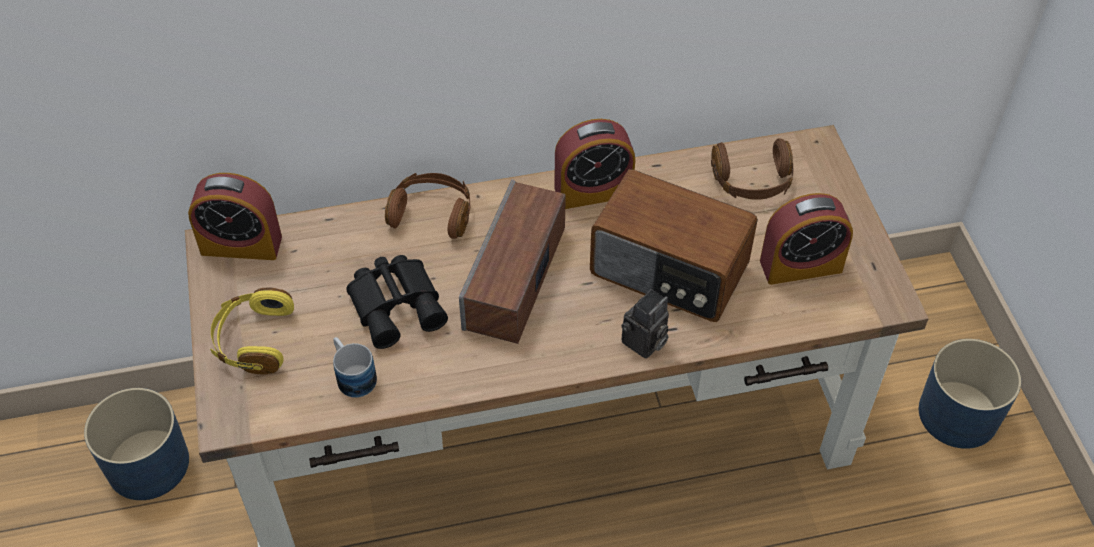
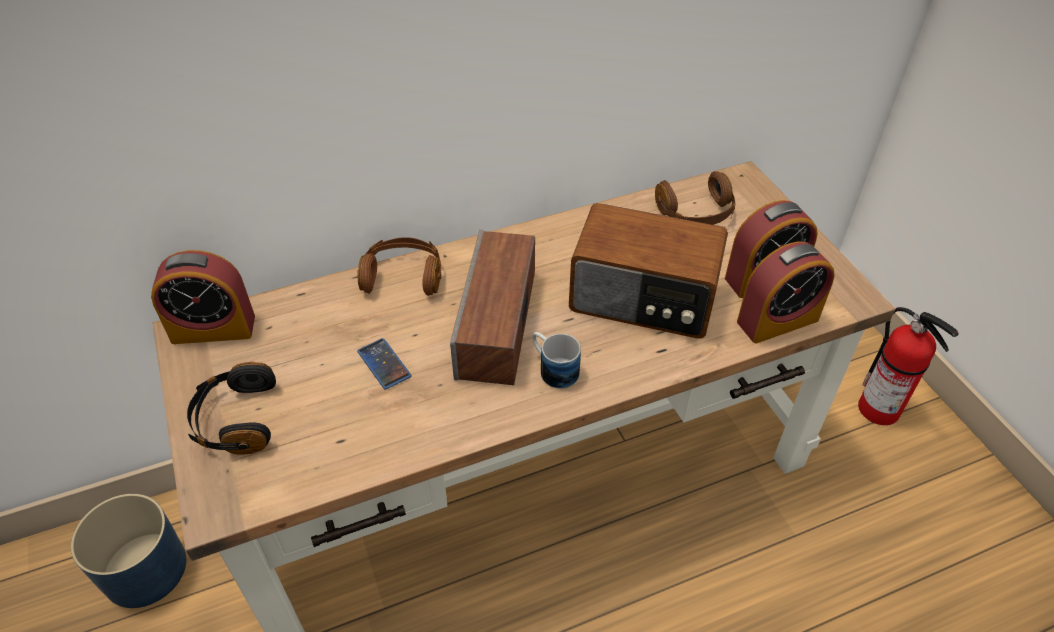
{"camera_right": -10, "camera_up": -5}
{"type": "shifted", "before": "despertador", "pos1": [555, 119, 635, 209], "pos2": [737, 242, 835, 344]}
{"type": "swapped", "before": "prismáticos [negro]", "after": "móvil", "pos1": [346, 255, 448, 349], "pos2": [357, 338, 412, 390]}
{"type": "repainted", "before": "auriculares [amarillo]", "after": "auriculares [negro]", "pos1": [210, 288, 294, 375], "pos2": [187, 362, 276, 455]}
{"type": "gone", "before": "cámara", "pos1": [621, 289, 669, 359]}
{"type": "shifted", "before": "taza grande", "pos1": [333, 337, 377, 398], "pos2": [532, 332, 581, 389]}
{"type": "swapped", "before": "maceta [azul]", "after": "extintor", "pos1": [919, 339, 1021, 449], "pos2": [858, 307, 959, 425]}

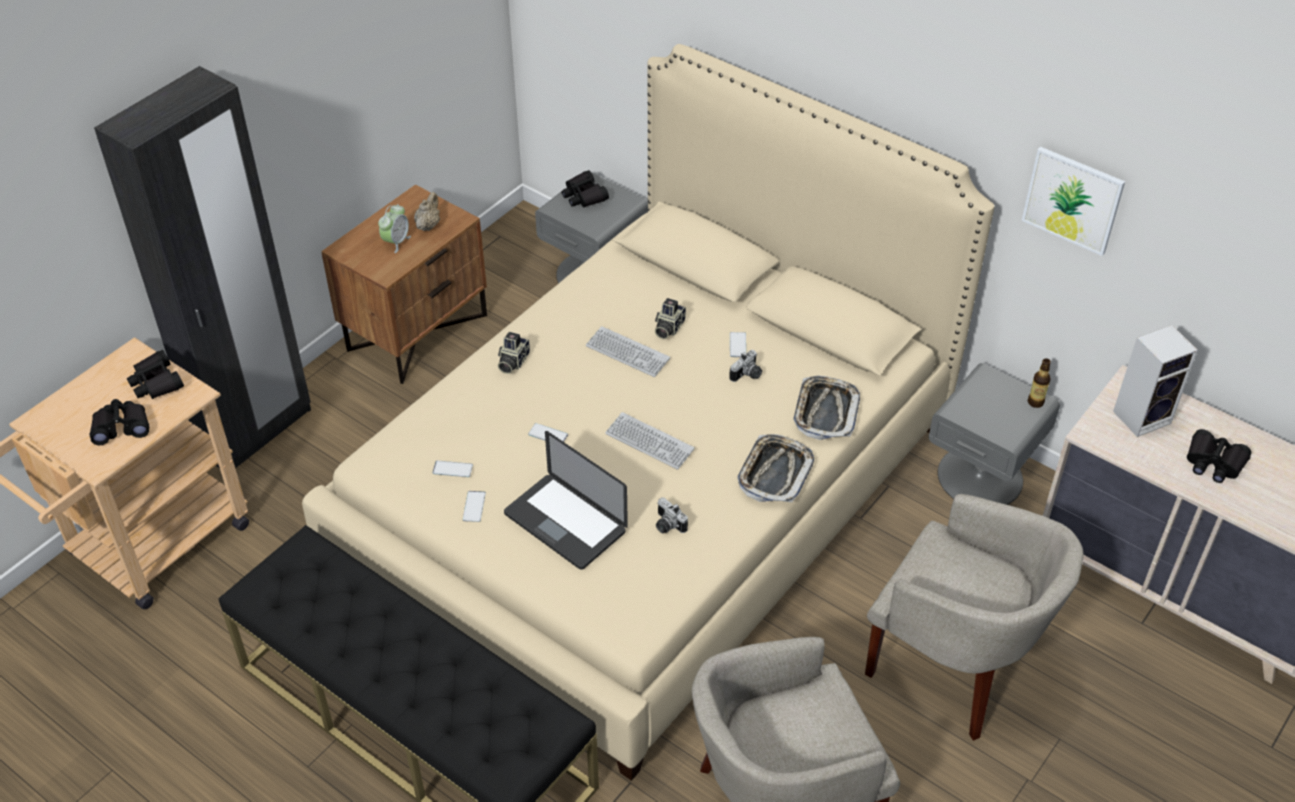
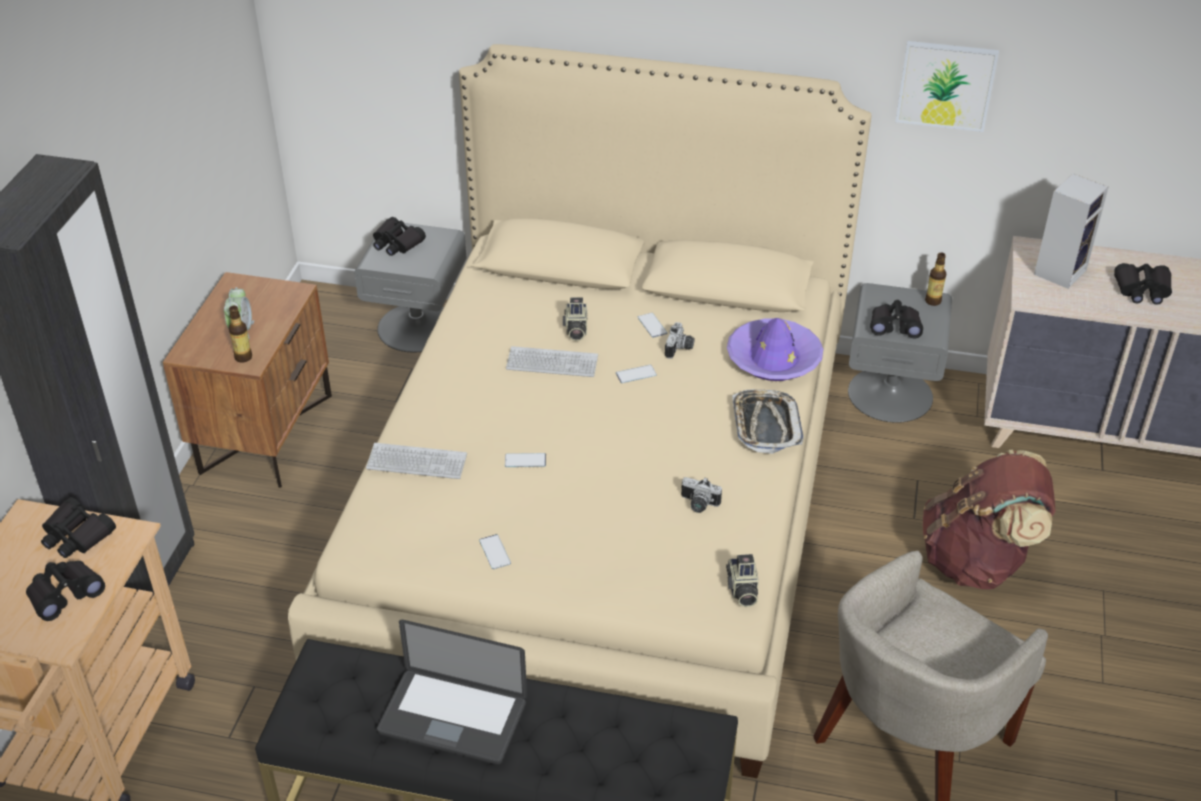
{"camera_right": -25, "camera_up": -5}
{"type": "gone", "before": "tetera [beis]", "pos1": [414, 192, 440, 231]}
{"type": "shifted", "before": "cámara", "pos1": [498, 332, 530, 374], "pos2": [726, 554, 759, 607]}
{"type": "swapped", "before": "bandeja", "after": "sombrero [morado]", "pos1": [793, 376, 860, 440], "pos2": [727, 318, 823, 381]}
{"type": "shifted", "before": "teclado", "pos1": [605, 412, 695, 470], "pos2": [366, 443, 467, 479]}
{"type": "shifted", "before": "portátil", "pos1": [504, 431, 628, 570], "pos2": [377, 620, 527, 764]}
{"type": "shifted", "before": "móvil", "pos1": [432, 460, 473, 477], "pos2": [616, 365, 657, 383]}
{"type": "swapped", "before": "sillón [beis]", "after": "mochila [marrón]", "pos1": [865, 494, 1084, 741], "pos2": [922, 450, 1056, 589]}
{"type": "new", "after": "prismáticos [negro]", "pos2": [870, 300, 923, 338]}
{"type": "new", "after": "botella", "pos2": [229, 306, 252, 363]}

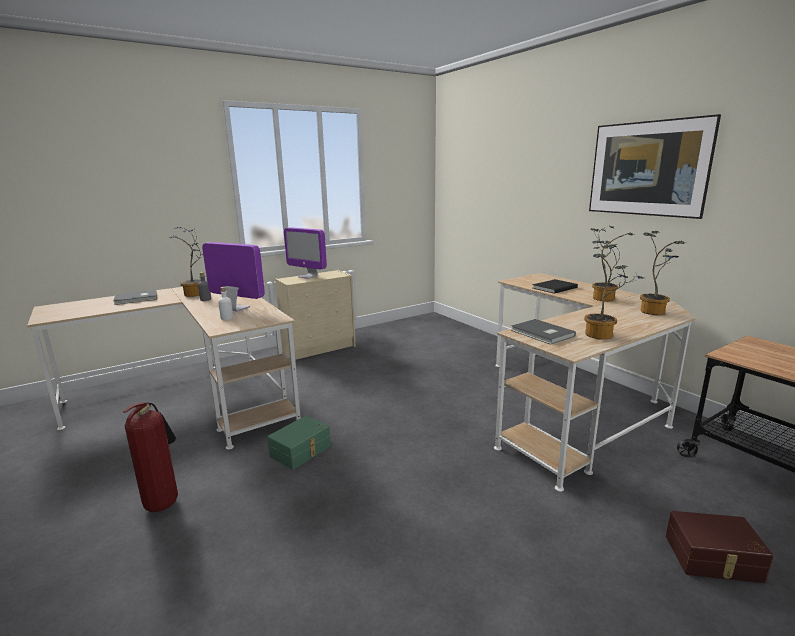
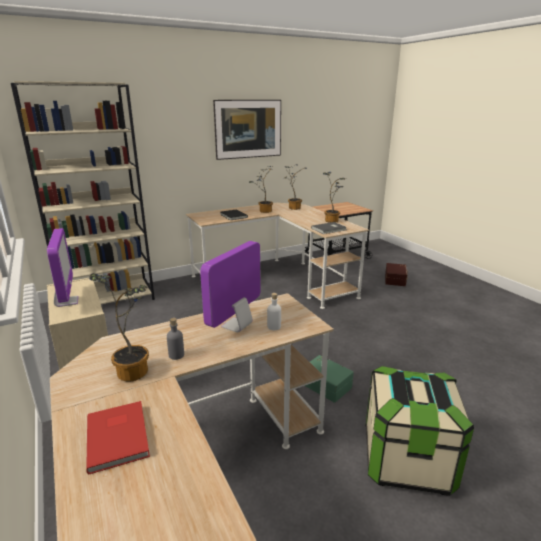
{"camera_right": -85, "camera_up": 5}
{"type": "rotated", "before": "monitor", "pos1": [284, 227, 327, 279], "pos2": [47, 228, 79, 307], "turn": -60}
{"type": "repainted", "before": "libro [gris]", "after": "libro [rojo]", "pos1": [113, 290, 157, 305], "pos2": [86, 401, 150, 475]}
{"type": "swapped", "before": "extintor", "after": "caja de almacenaje", "pos1": [123, 402, 178, 512], "pos2": [366, 366, 474, 496]}
{"type": "new", "after": "estantería [beis]", "pos2": [11, 81, 155, 304]}

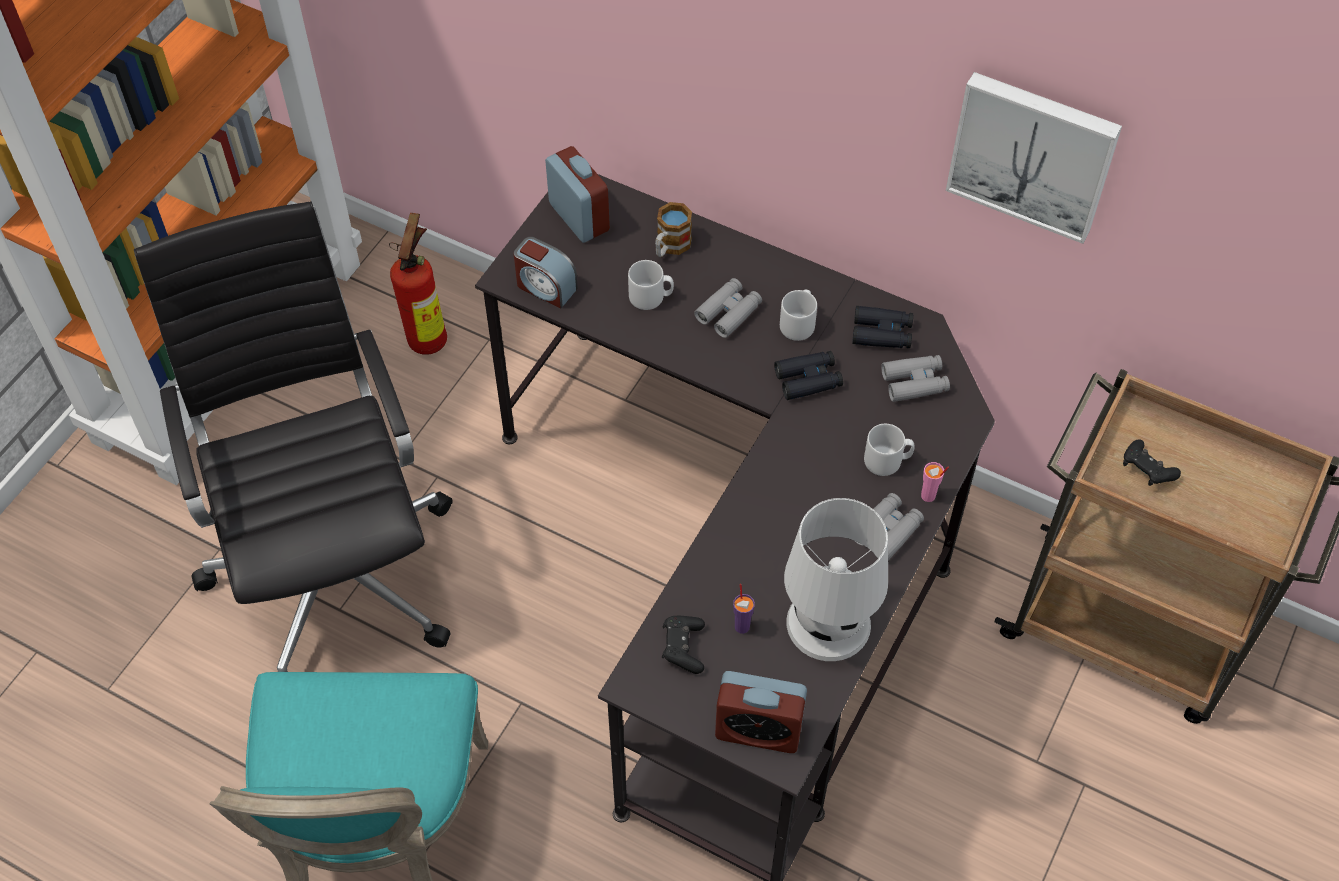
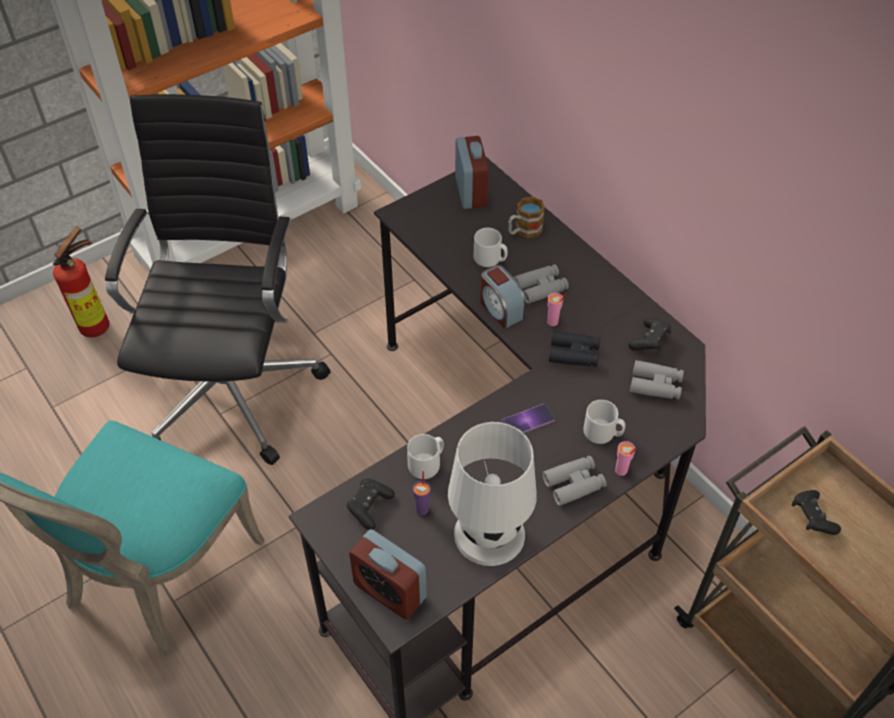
{"camera_right": 25, "camera_up": -5}
{"type": "gone", "before": "cuadro", "pos1": [946, 72, 1122, 244]}
{"type": "shifted", "before": "extintor", "pos1": [389, 213, 447, 355], "pos2": [53, 226, 109, 337]}
{"type": "shifted", "before": "despertador", "pos1": [514, 237, 578, 309], "pos2": [480, 265, 526, 329]}
{"type": "shifted", "before": "taza grande [gris]", "pos1": [780, 290, 817, 341], "pos2": [407, 434, 444, 479]}
{"type": "swapped", "before": "prismáticos [negro]", "after": "mando de consola [negro]", "pos1": [852, 306, 913, 348], "pos2": [628, 318, 671, 350]}
{"type": "new", "after": "taza [rosa]", "pos2": [547, 293, 566, 326]}
{"type": "new", "after": "móvil", "pos2": [501, 404, 555, 433]}

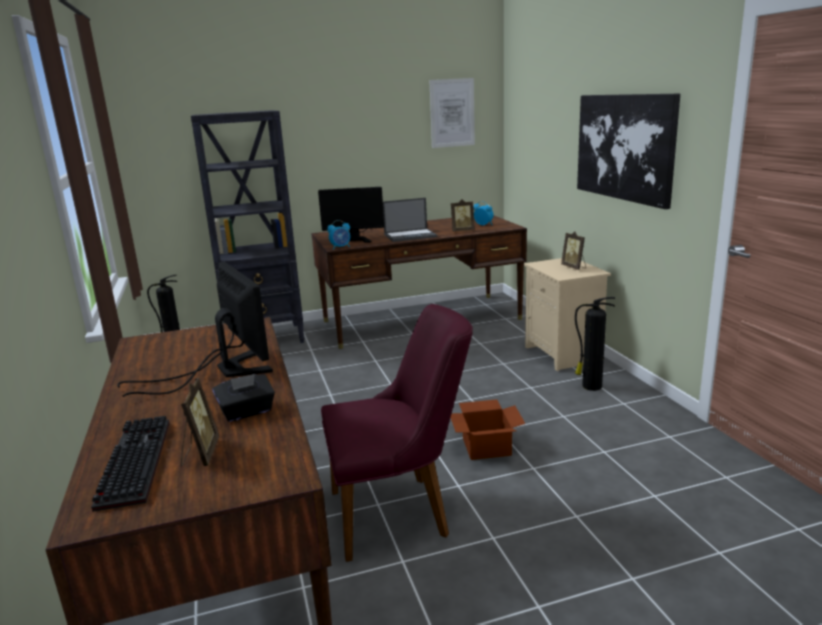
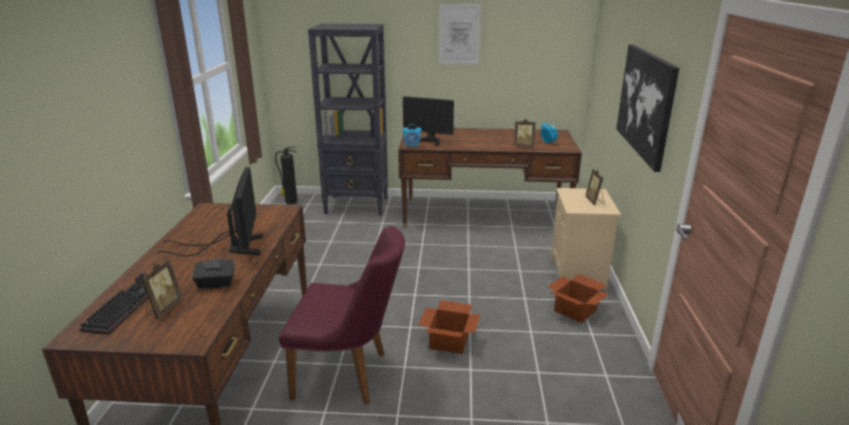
{"camera_right": 20, "camera_up": 5}
{"type": "shifted", "before": "cuadro", "pos1": [429, 78, 475, 148], "pos2": [438, 4, 481, 65]}
{"type": "gone", "before": "portátil", "pos1": [383, 198, 437, 242]}
{"type": "swapped", "before": "extintor", "after": "caja de cartón", "pos1": [575, 297, 615, 391], "pos2": [548, 274, 609, 323]}

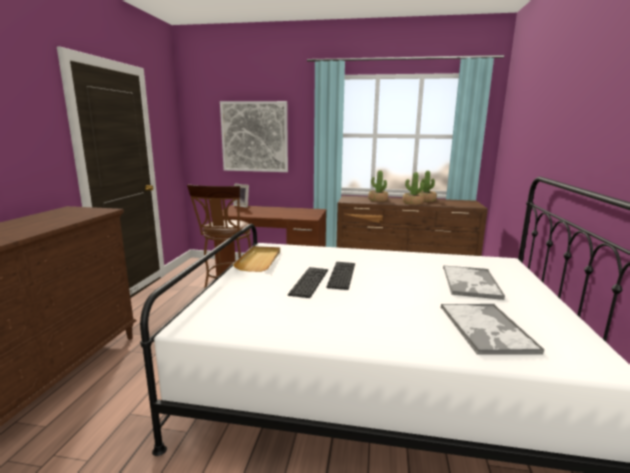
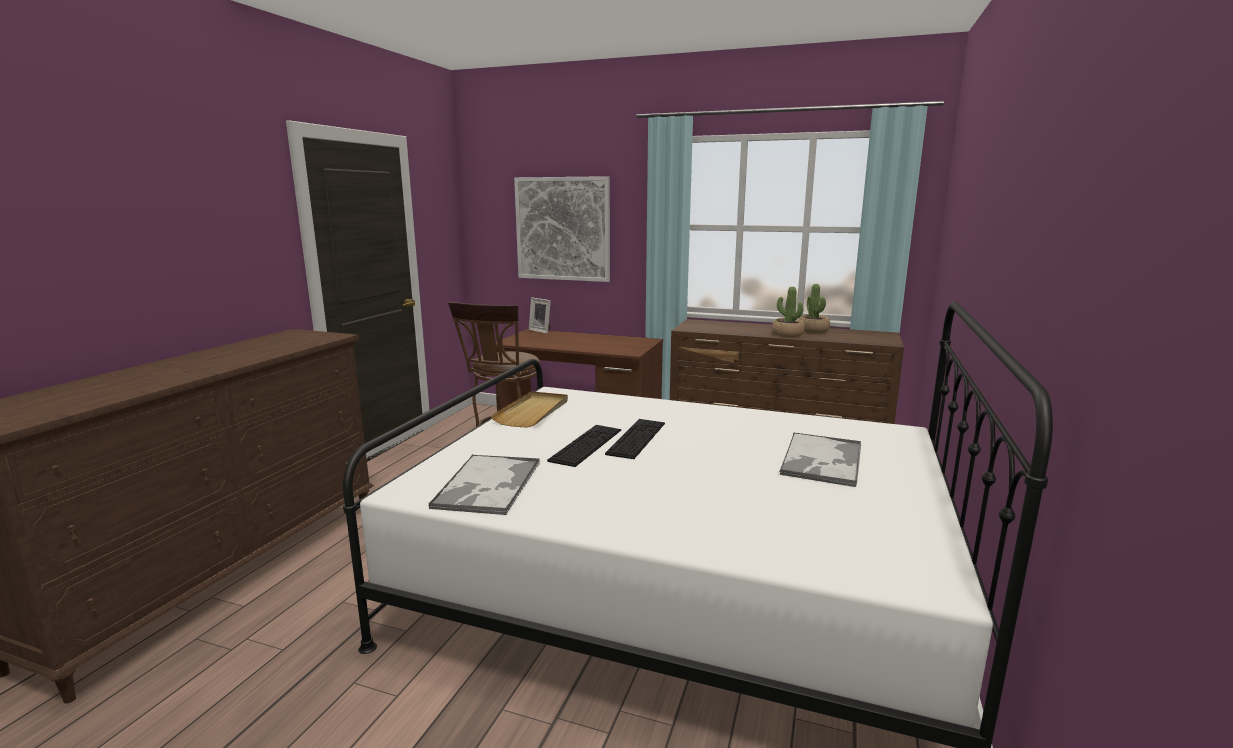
{"camera_right": 10, "camera_up": 0}
{"type": "gone", "before": "planta en maceta", "pos1": [368, 170, 388, 202]}
{"type": "shifted", "before": "bandeja", "pos1": [441, 304, 544, 355], "pos2": [428, 455, 540, 515]}

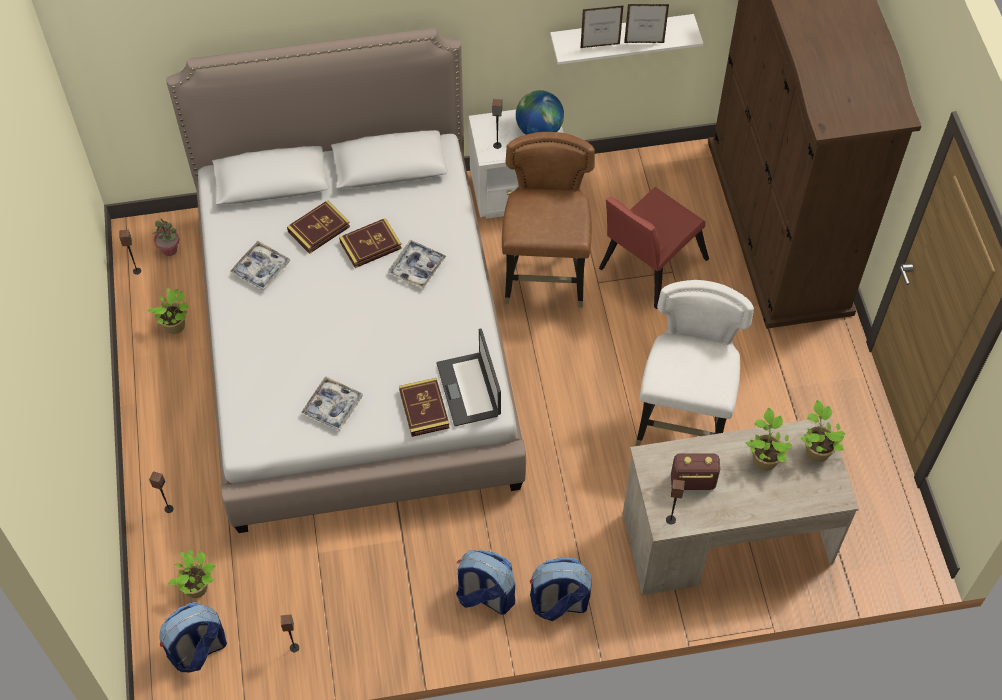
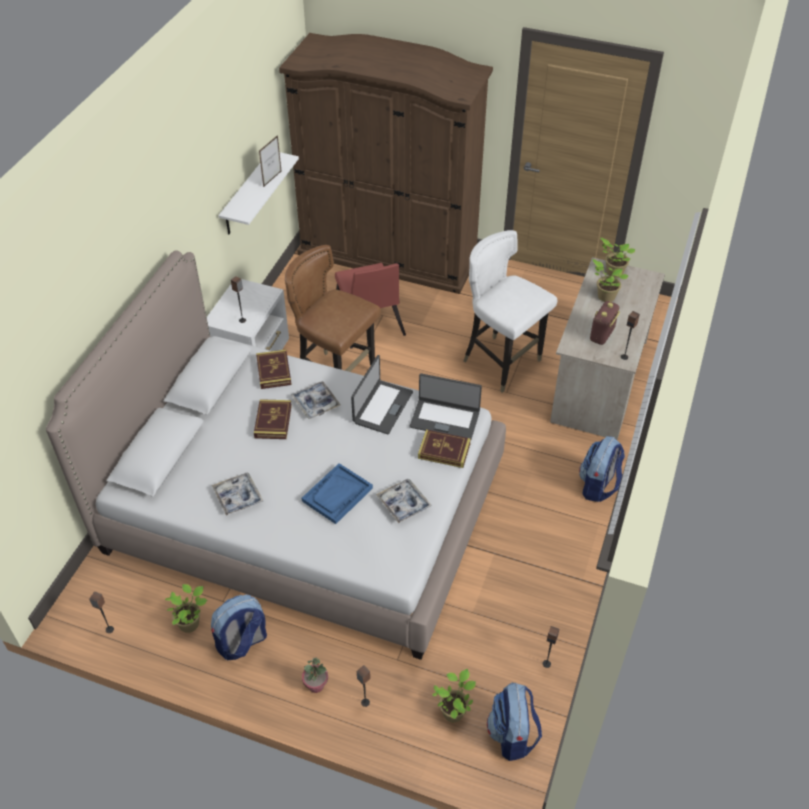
{"camera_right": -60, "camera_up": -10}
{"type": "gone", "before": "portarretratos", "pos1": [581, 5, 624, 48]}
{"type": "gone", "before": "globo terráqueo", "pos1": [516, 90, 564, 135]}
{"type": "shifted", "before": "libro", "pos1": [287, 200, 350, 254], "pos2": [256, 350, 292, 389]}
{"type": "shifted", "before": "planta en maceta", "pos1": [153, 219, 179, 256], "pos2": [302, 657, 328, 693]}
{"type": "shifted", "before": "mochila", "pos1": [456, 550, 515, 615], "pos2": [211, 595, 267, 660]}
{"type": "new", "after": "portátil", "pos2": [351, 355, 413, 434]}
{"type": "new", "after": "bandeja [azul]", "pos2": [302, 463, 373, 524]}

